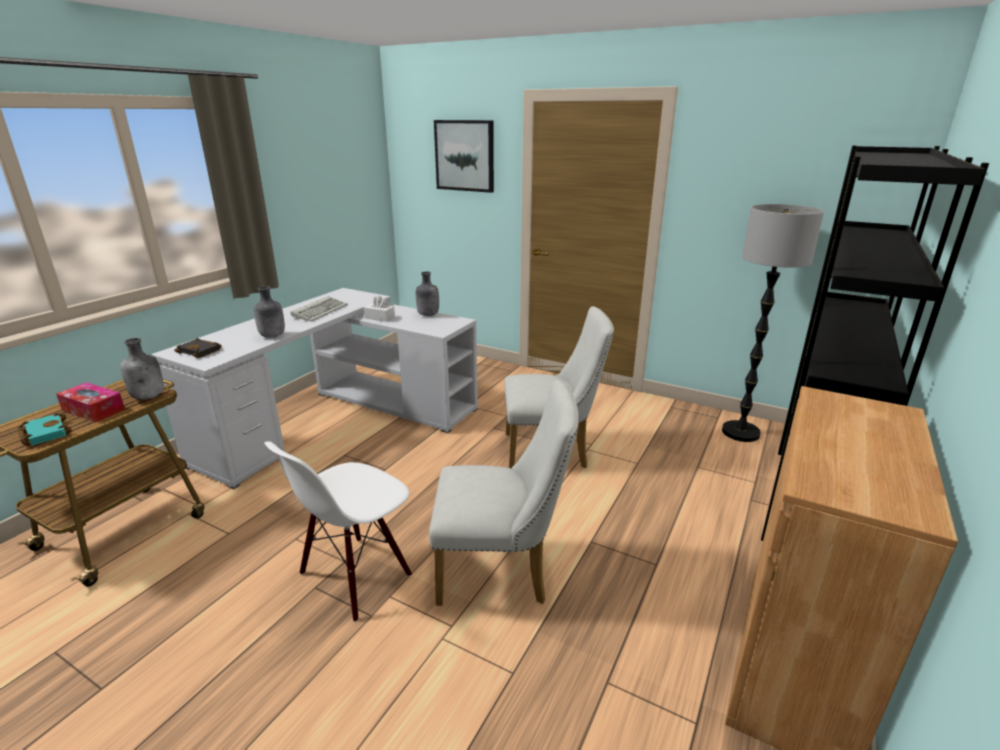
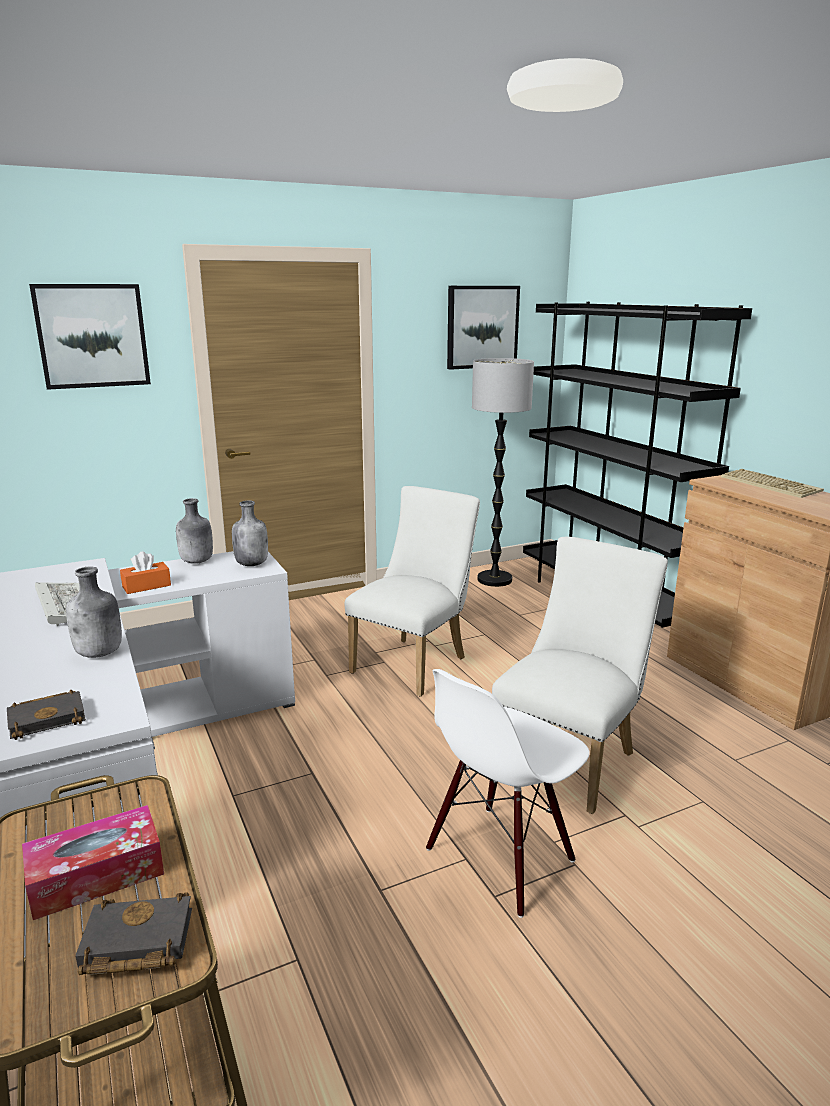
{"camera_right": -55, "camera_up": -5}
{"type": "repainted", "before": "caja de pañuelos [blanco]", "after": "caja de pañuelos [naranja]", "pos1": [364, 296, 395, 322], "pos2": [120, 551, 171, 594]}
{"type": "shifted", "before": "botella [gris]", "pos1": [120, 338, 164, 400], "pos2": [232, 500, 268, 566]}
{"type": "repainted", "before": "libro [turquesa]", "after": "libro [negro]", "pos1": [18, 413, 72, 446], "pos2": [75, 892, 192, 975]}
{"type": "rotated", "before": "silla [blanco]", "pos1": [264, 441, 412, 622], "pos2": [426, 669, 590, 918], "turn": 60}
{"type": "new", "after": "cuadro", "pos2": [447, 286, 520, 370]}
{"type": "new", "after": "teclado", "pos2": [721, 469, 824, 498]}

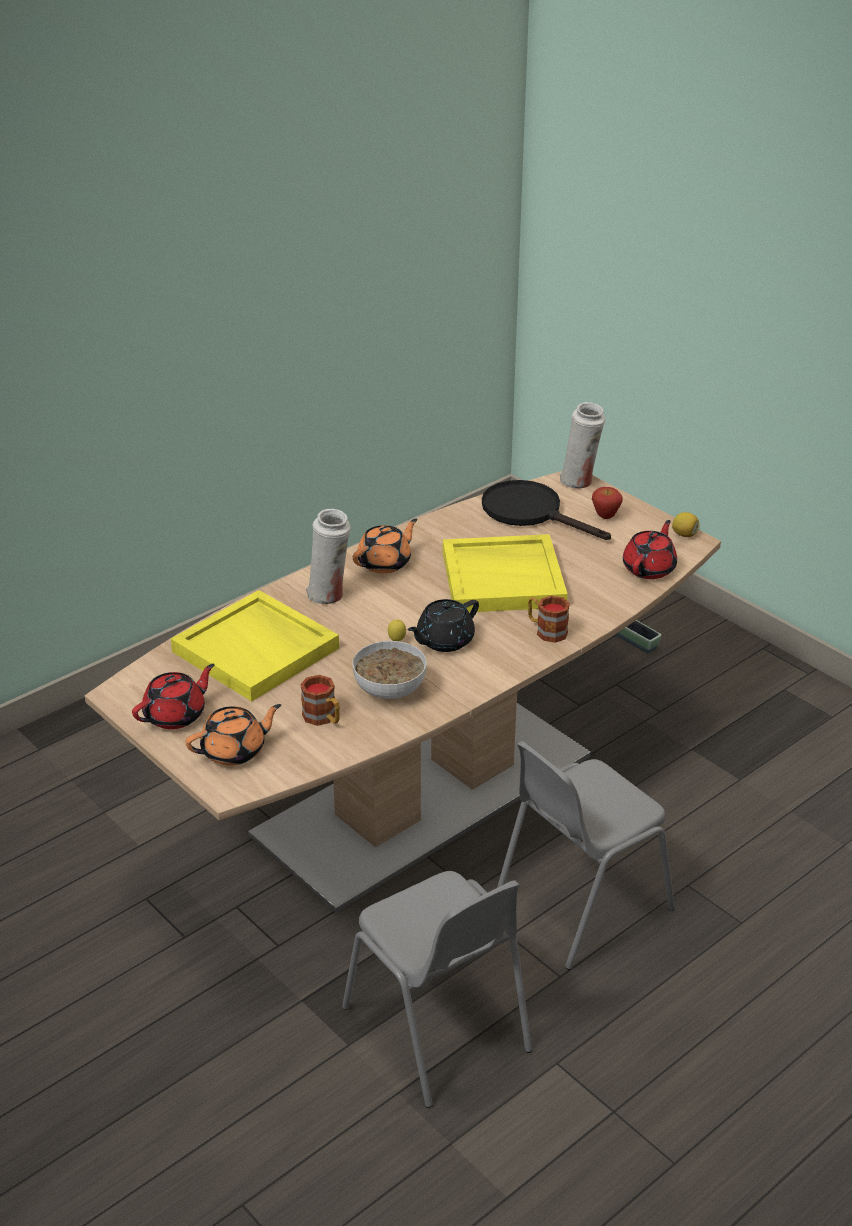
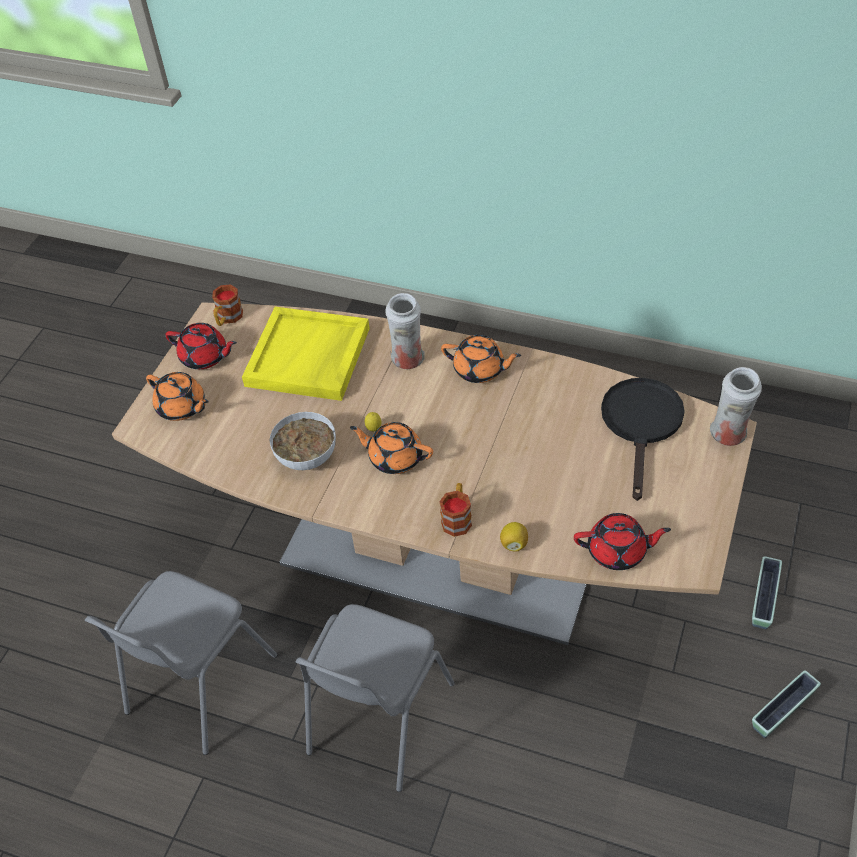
{"camera_right": 65, "camera_up": 15}
{"type": "gone", "before": "manzana", "pos1": [592, 487, 622, 519]}
{"type": "shifted", "before": "limón", "pos1": [672, 512, 700, 537], "pos2": [500, 522, 528, 552]}
{"type": "gone", "before": "bandeja [amarillo]", "pos1": [443, 534, 568, 612]}
{"type": "repainted", "before": "tetera [negro]", "after": "tetera [naranja]", "pos1": [408, 599, 479, 652], "pos2": [350, 422, 433, 474]}
{"type": "shifted", "before": "taza grande", "pos1": [300, 675, 340, 726], "pos2": [212, 285, 243, 326]}
{"type": "rotated", "before": "silla [gris]", "pos1": [497, 741, 675, 970], "pos2": [296, 604, 455, 792], "turn": -90}
{"type": "new", "after": "maceta", "pos2": [752, 670, 821, 738]}

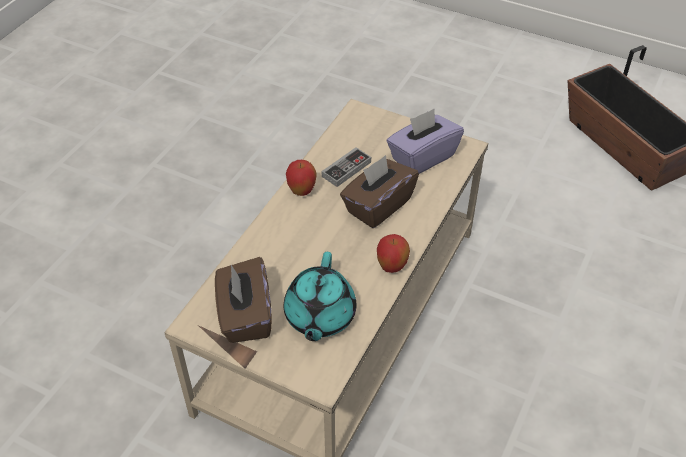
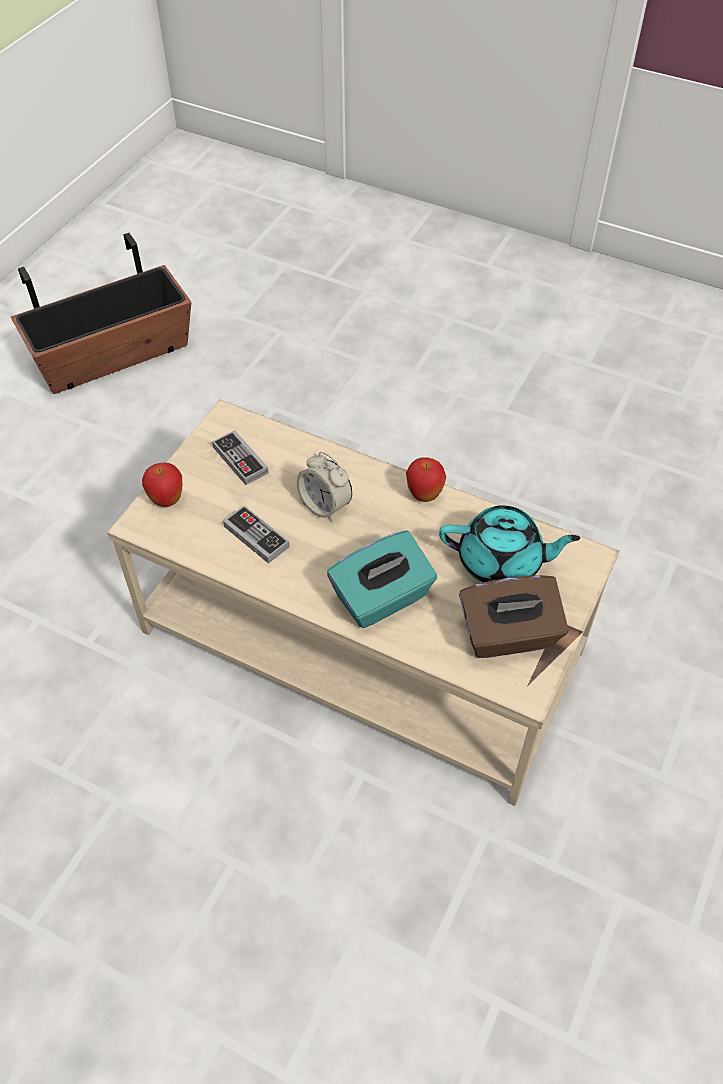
{"camera_right": -90, "camera_up": 5}
{"type": "swapped", "before": "caja de pañuelos [morado]", "after": "mando de consola", "pos1": [386, 109, 464, 174], "pos2": [212, 430, 269, 485]}
{"type": "swapped", "before": "caja de pañuelos [marrón]", "after": "despertador", "pos1": [340, 155, 419, 228], "pos2": [297, 452, 352, 521]}
{"type": "shifted", "before": "manzana", "pos1": [286, 160, 317, 196], "pos2": [142, 462, 182, 507]}
{"type": "new", "after": "caja de pañuelos [turquesa]", "pos2": [327, 531, 437, 628]}

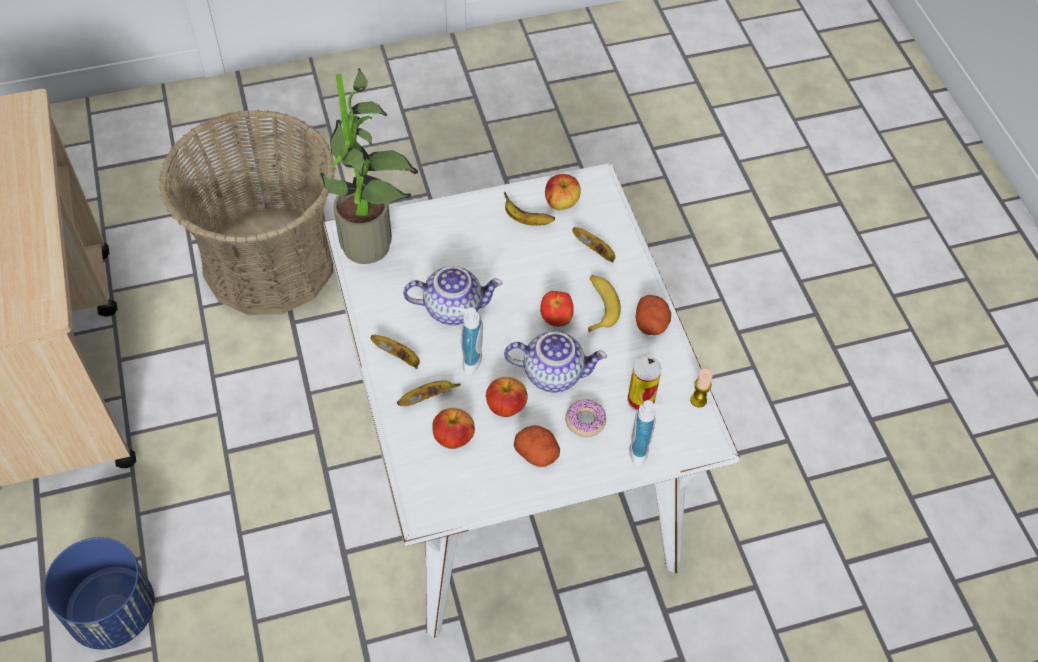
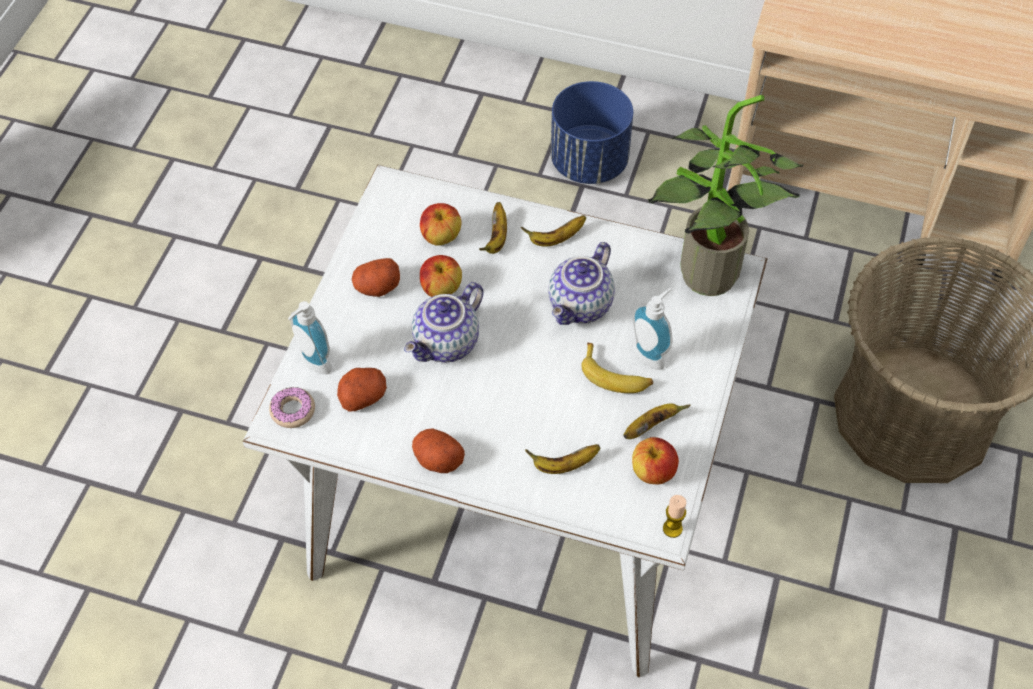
{"camera_right": 125, "camera_up": 0}
{"type": "shifted", "before": "plátano", "pos1": [588, 275, 621, 333], "pos2": [581, 343, 653, 393]}
{"type": "gone", "before": "manzana", "pos1": [540, 291, 574, 327]}
{"type": "shifted", "before": "dispensador de jabón", "pos1": [453, 307, 483, 375], "pos2": [633, 288, 672, 370]}
{"type": "swapped", "before": "lata", "after": "patata", "pos1": [627, 356, 662, 411], "pos2": [337, 368, 387, 412]}
{"type": "shifted", "before": "vela", "pos1": [690, 369, 713, 408], "pos2": [663, 495, 686, 538]}
{"type": "shifted", "before": "rosquilla", "pos1": [565, 399, 606, 437], "pos2": [269, 387, 315, 428]}

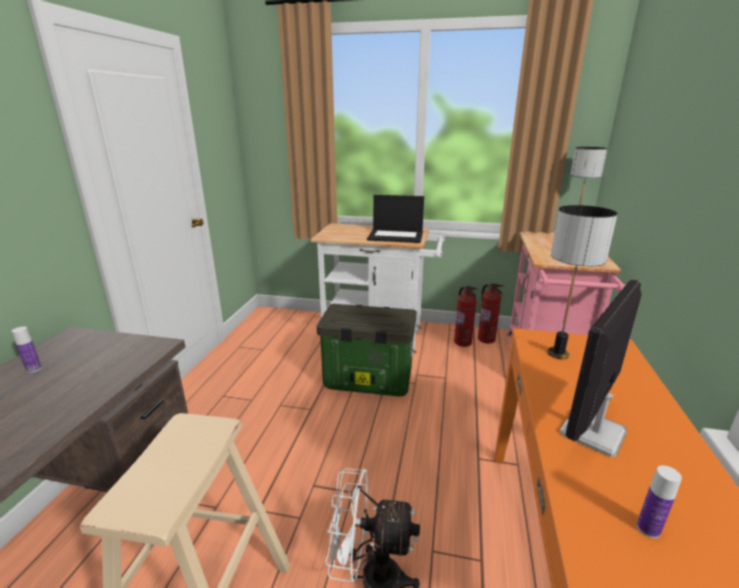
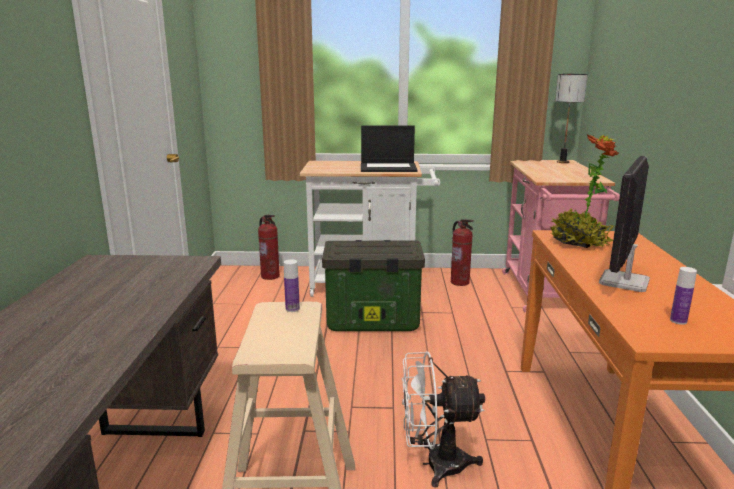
{"camera_right": -10, "camera_up": -5}
{"type": "swapped", "before": "lámpara de mesa", "after": "planta en maceta", "pos1": [547, 205, 618, 359], "pos2": [551, 134, 619, 248]}
{"type": "shifted", "before": "extintor", "pos1": [478, 283, 503, 344], "pos2": [258, 215, 280, 280]}
{"type": "shifted", "before": "botella", "pos1": [11, 326, 42, 373], "pos2": [284, 259, 300, 312]}

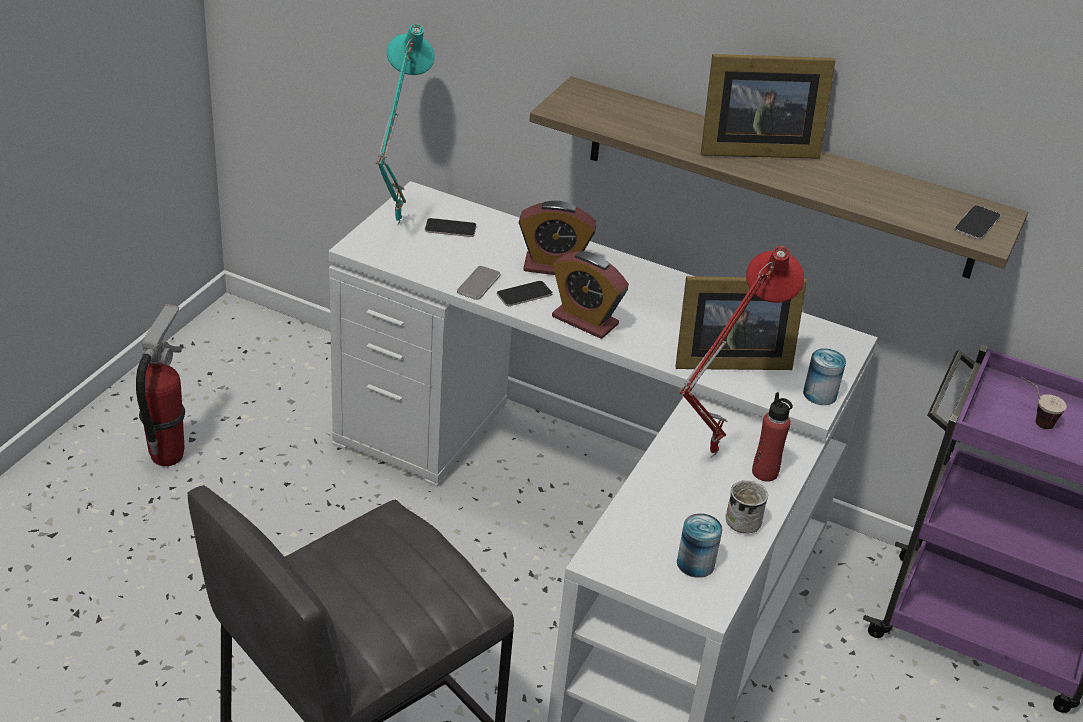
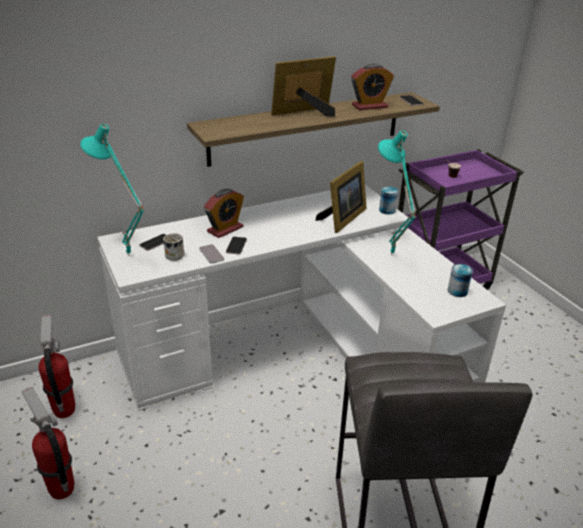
{"camera_right": -50, "camera_up": -5}
{"type": "rotated", "before": "portarretratos", "pos1": [701, 54, 836, 159], "pos2": [271, 56, 336, 116], "turn": -150}
{"type": "repainted", "before": "lámpara de mesa [rojo]", "after": "lámpara de mesa [turquesa]", "pos1": [680, 246, 804, 457], "pos2": [378, 130, 416, 256]}
{"type": "shifted", "before": "despertador", "pos1": [552, 251, 629, 339], "pos2": [351, 64, 394, 110]}
{"type": "gone", "before": "botella [rojo]", "pos1": [752, 392, 793, 482]}
{"type": "shifted", "before": "taza grande [blanco]", "pos1": [726, 481, 768, 534], "pos2": [163, 233, 185, 261]}
{"type": "new", "after": "extintor", "pos2": [38, 315, 75, 418]}

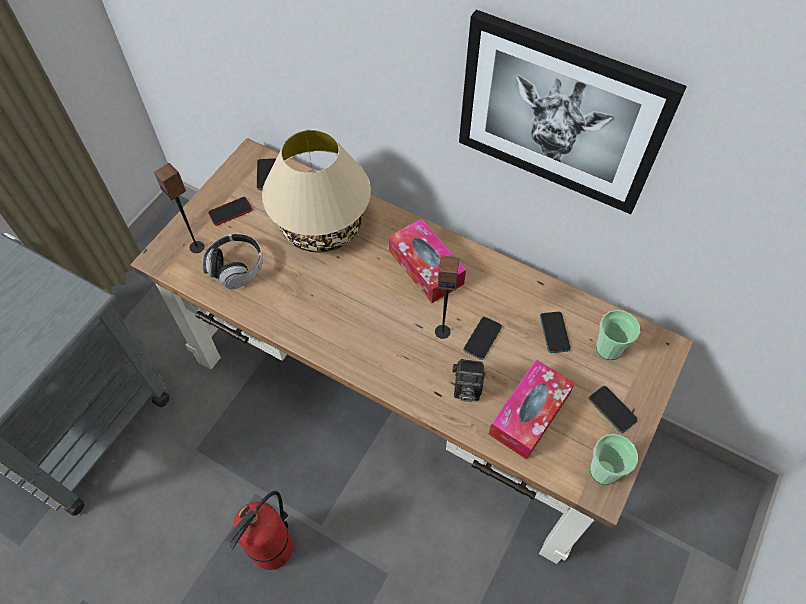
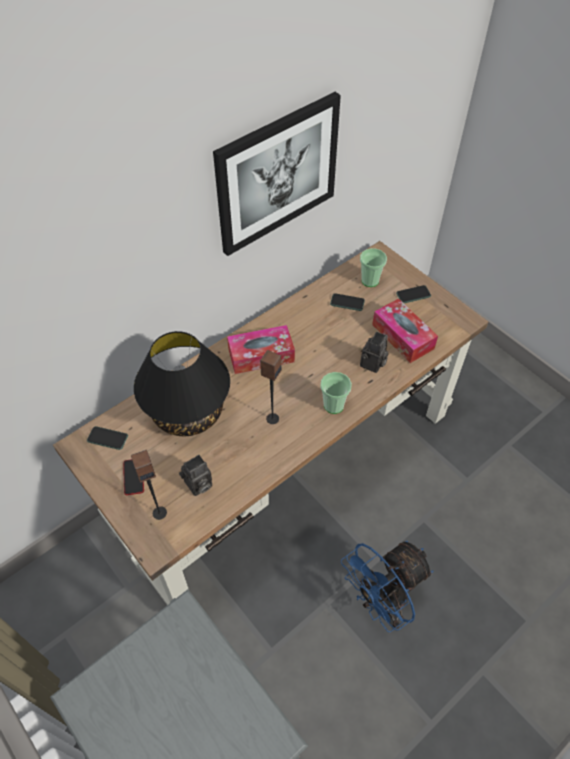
{"camera_right": -70, "camera_up": -5}
{"type": "repainted", "before": "lámpara de mesa [beis]", "after": "lámpara de mesa [negro]", "pos1": [262, 129, 371, 253], "pos2": [134, 331, 230, 436]}
{"type": "swapped", "before": "auriculares", "after": "cámara", "pos1": [202, 234, 263, 289], "pos2": [179, 455, 212, 496]}
{"type": "shifted", "before": "altavoz", "pos1": [435, 255, 459, 339], "pos2": [260, 350, 281, 424]}
{"type": "gone", "before": "móvil", "pos1": [463, 317, 502, 360]}
{"type": "shifted", "before": "taza", "pos1": [590, 434, 638, 485], "pos2": [320, 372, 352, 414]}
{"type": "swapped", "before": "extintor", "after": "ventilador [azul]", "pos1": [226, 491, 293, 570], "pos2": [341, 541, 433, 632]}

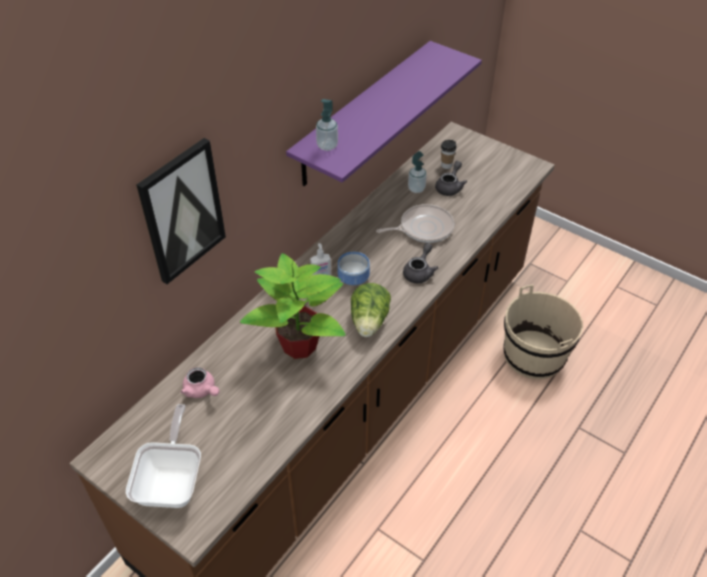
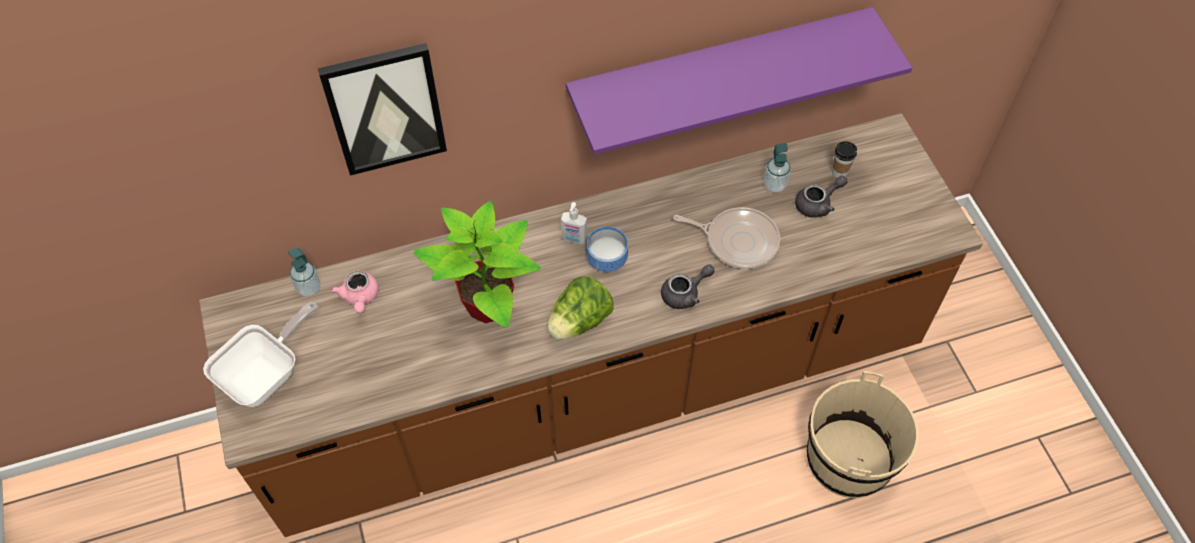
{"camera_right": 35, "camera_up": 10}
{"type": "shifted", "before": "dispensador de jabón", "pos1": [316, 99, 338, 151], "pos2": [288, 248, 320, 297]}

